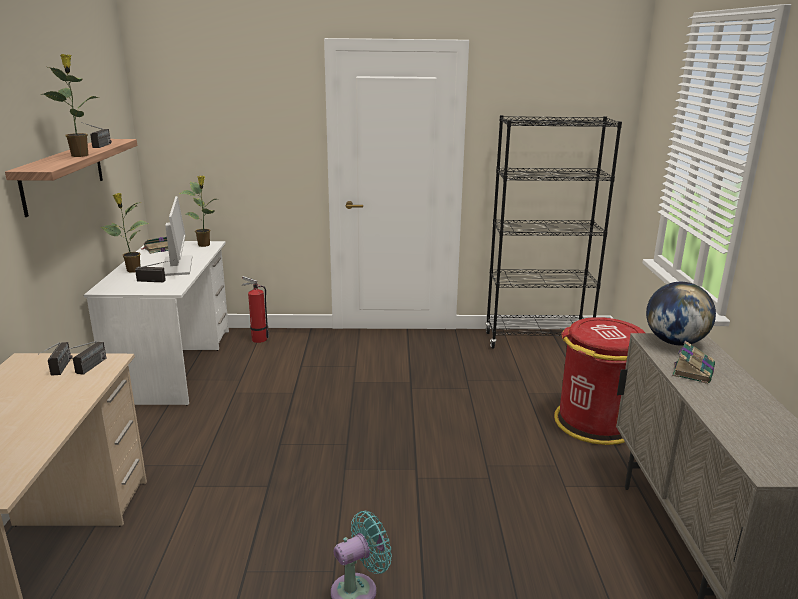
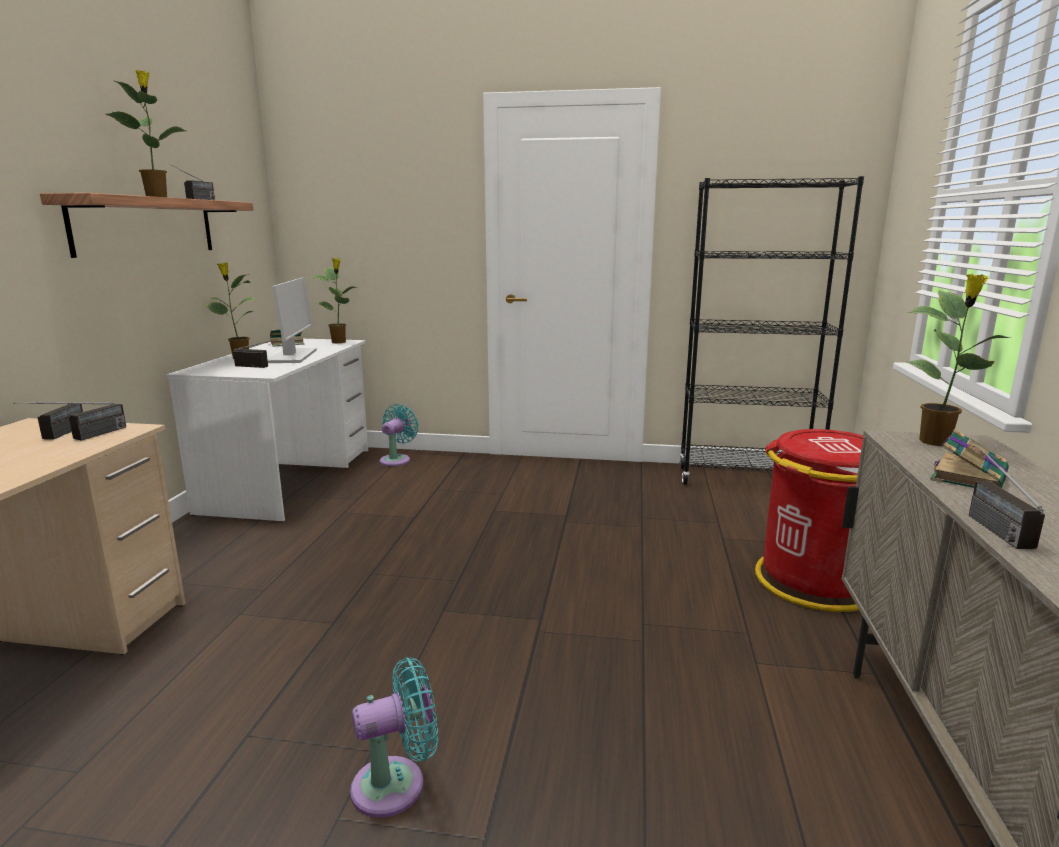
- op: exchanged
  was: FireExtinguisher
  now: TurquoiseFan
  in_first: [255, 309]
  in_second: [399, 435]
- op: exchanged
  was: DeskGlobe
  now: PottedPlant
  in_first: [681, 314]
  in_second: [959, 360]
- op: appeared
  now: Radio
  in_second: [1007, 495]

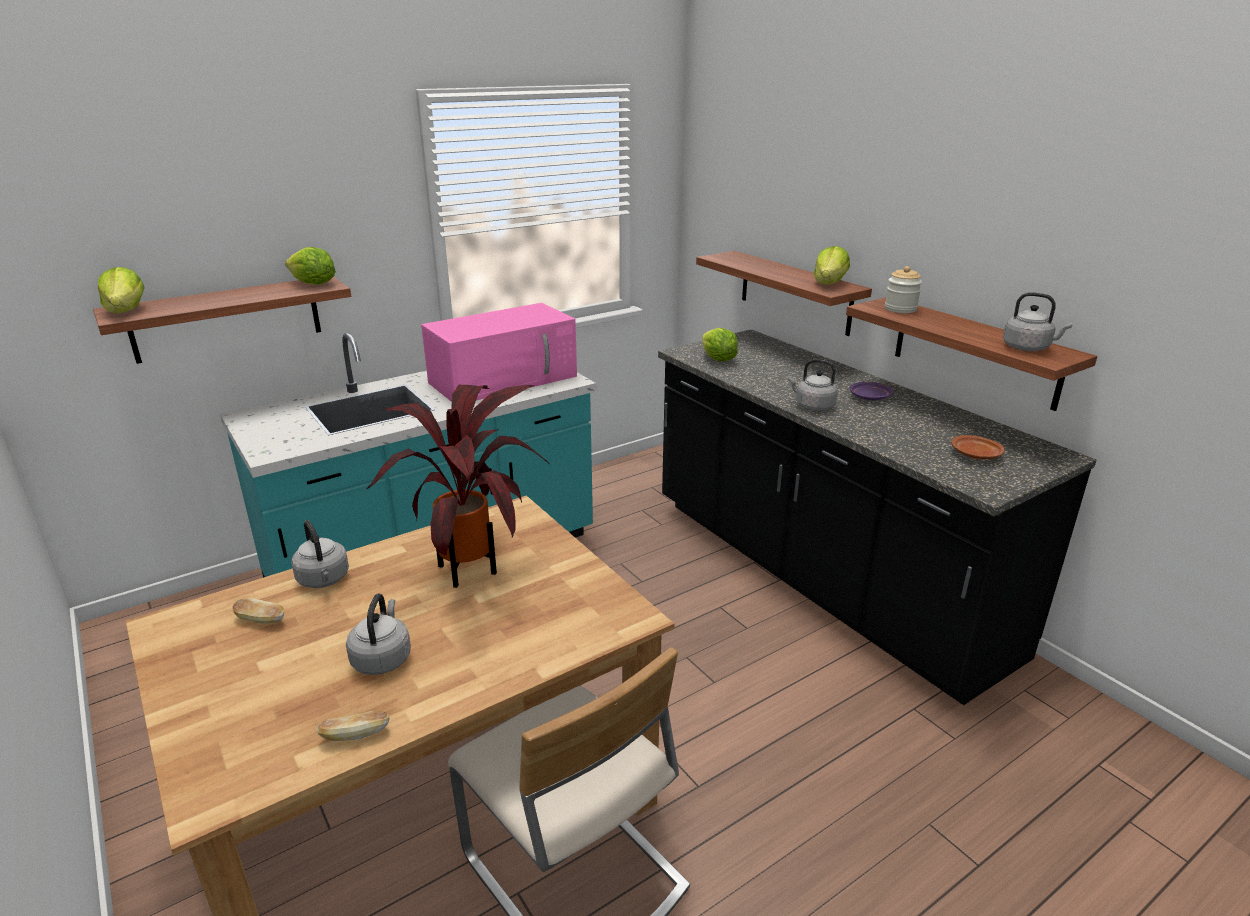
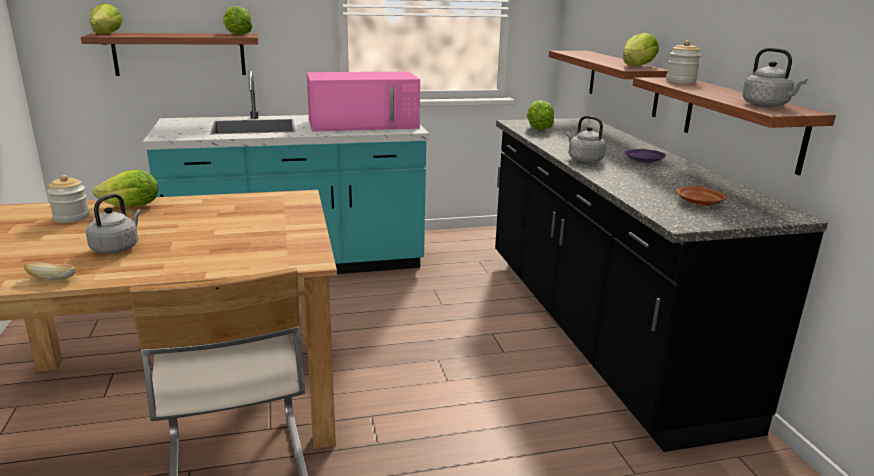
- op: exchanged
  was: BakedBread
  now: PreserveJar
  in_first: [258, 611]
  in_second: [68, 199]
- op: exchanged
  was: GreyKettle
  now: HeadOfLettuce
  in_first: [320, 554]
  in_second: [126, 188]
- op: missing
  was: PottedPlant
  in_first: [458, 486]

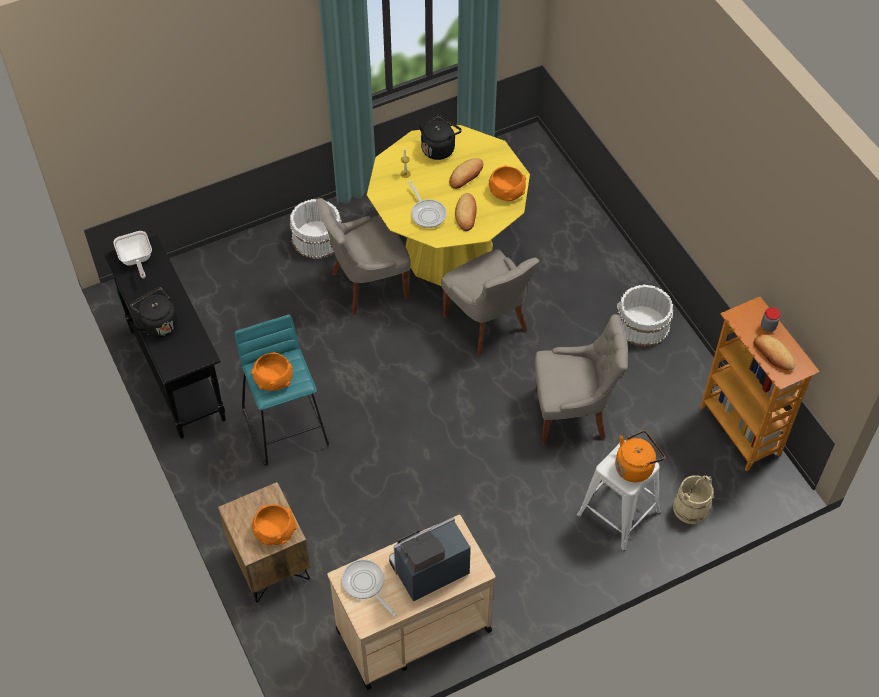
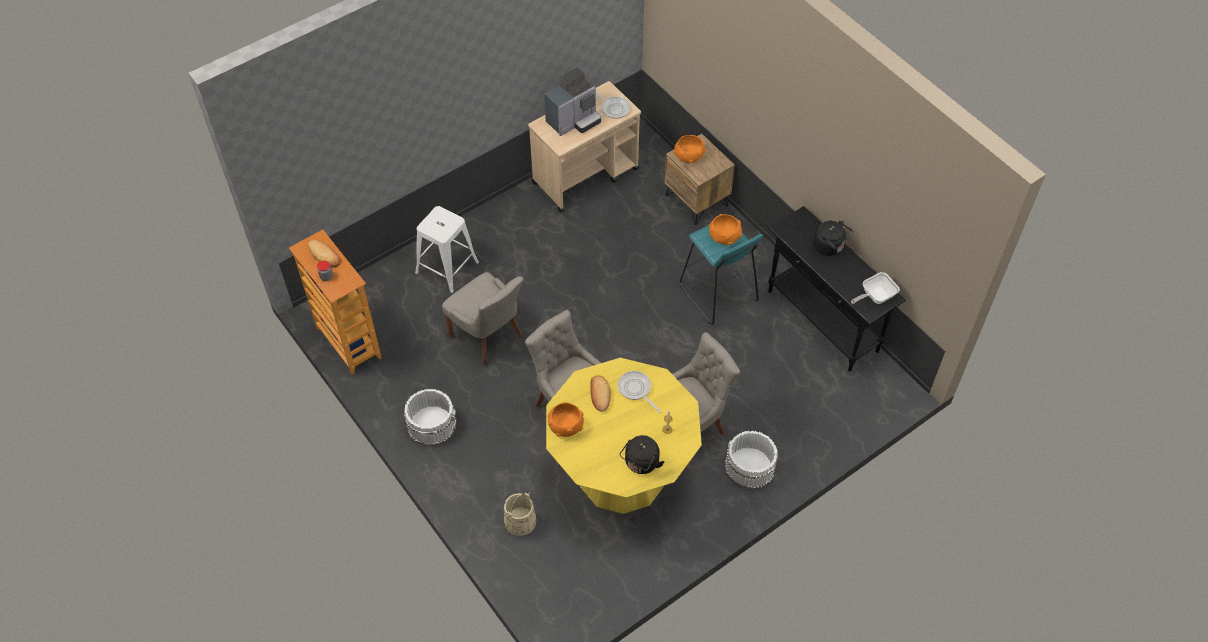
- op: spun
  was: Skillet
  in_first: [132, 254]
  in_second: [875, 288]
  clockwise: -90
- op: missing
  was: BakedBread
  in_first: [466, 173]
- op: spun
  was: GreyPlainChair
  in_first: [581, 379]
  in_second: [483, 318]
  clockwise: -120
- op: missing
  was: OrangeyKettle
  in_first: [640, 456]
- op: relocated
  was: SandColouredPail
  in_first: [693, 499]
  in_second: [520, 514]

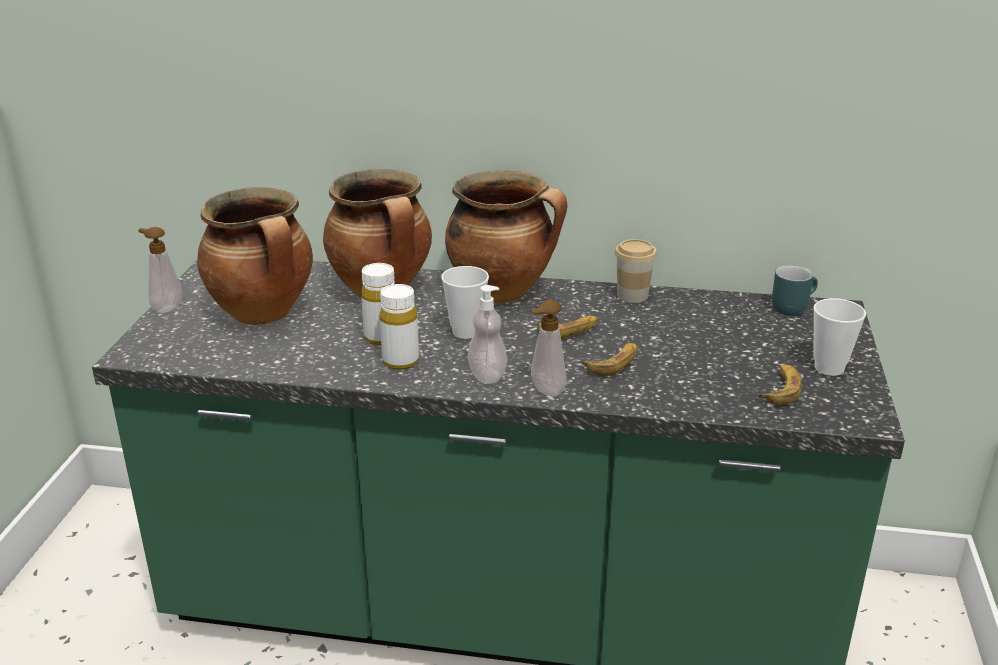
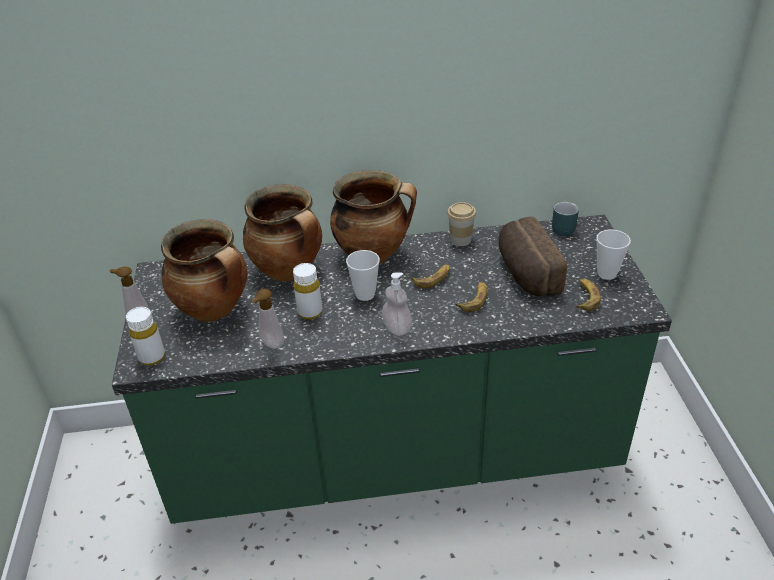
- op: relocated
  was: WhitishBottle
  in_first: [399, 327]
  in_second: [145, 336]
- op: relocated
  was: SoapBottle
  in_first: [548, 348]
  in_second: [268, 319]
- op: appeared
  now: BakedBread
  in_second: [532, 256]

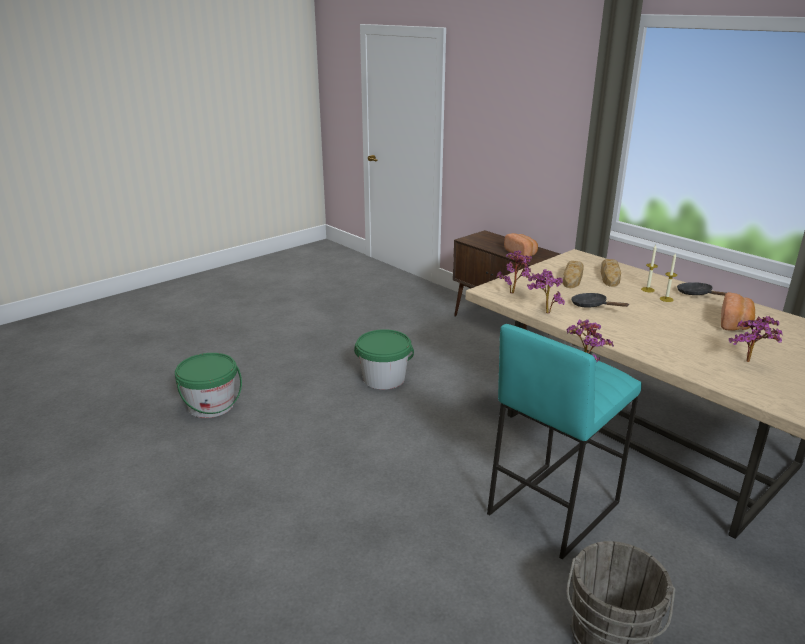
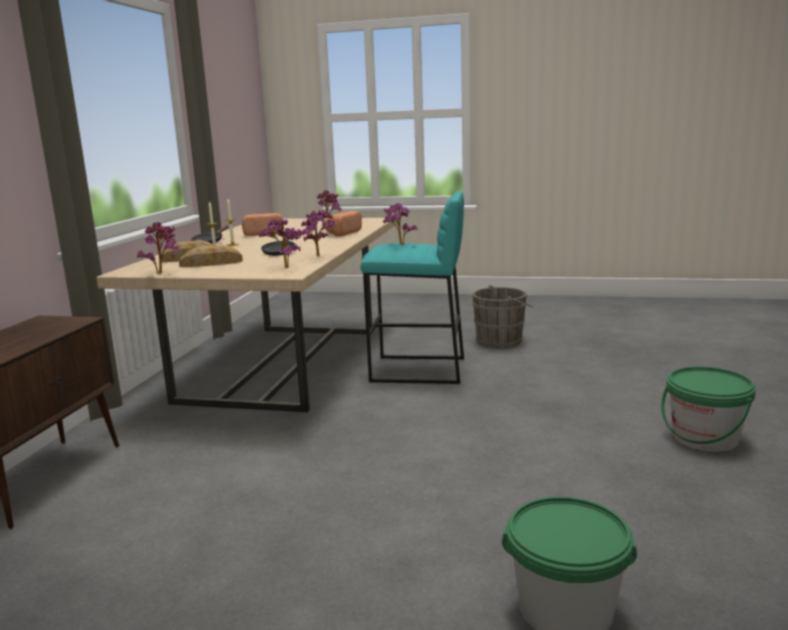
- op: relocated
  was: GreenColouredPail
  in_first: [384, 359]
  in_second: [708, 409]
- op: relocated
  was: BakedBread
  in_first: [521, 245]
  in_second: [343, 223]
- op: appeared
  now: PottedPlant
  in_second: [158, 248]

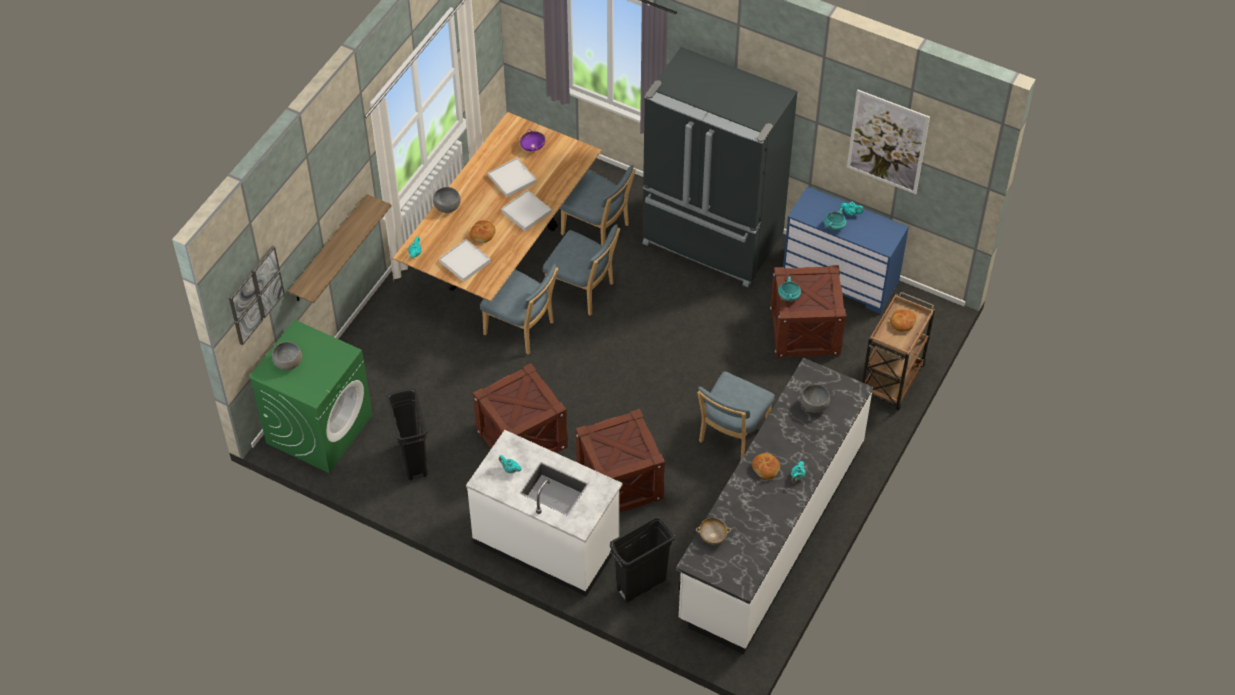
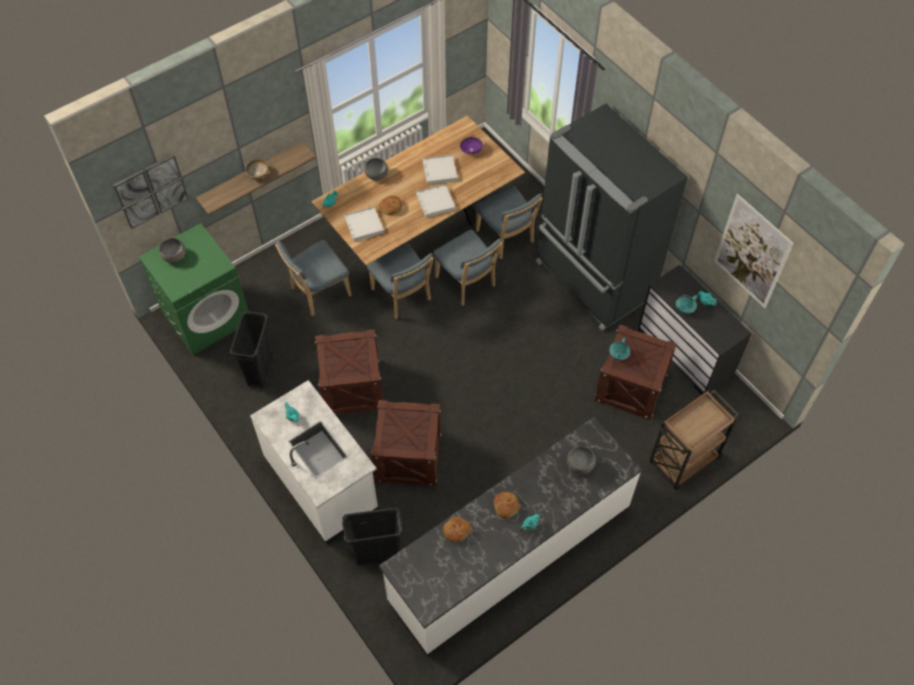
- op: relocated
  was: SandColouredServingBowl
  in_first: [713, 531]
  in_second: [257, 169]
- op: relocated
  was: BluePlainChair
  in_first: [736, 415]
  in_second: [313, 278]
- op: colour
  was: BlueChestOfDrawers
  now: BlackColouredChestOfDrawers
  in_first: [846, 250]
  in_second: [695, 330]
- op: relocated
  was: BakedBread
  in_first: [903, 320]
  in_second: [457, 529]

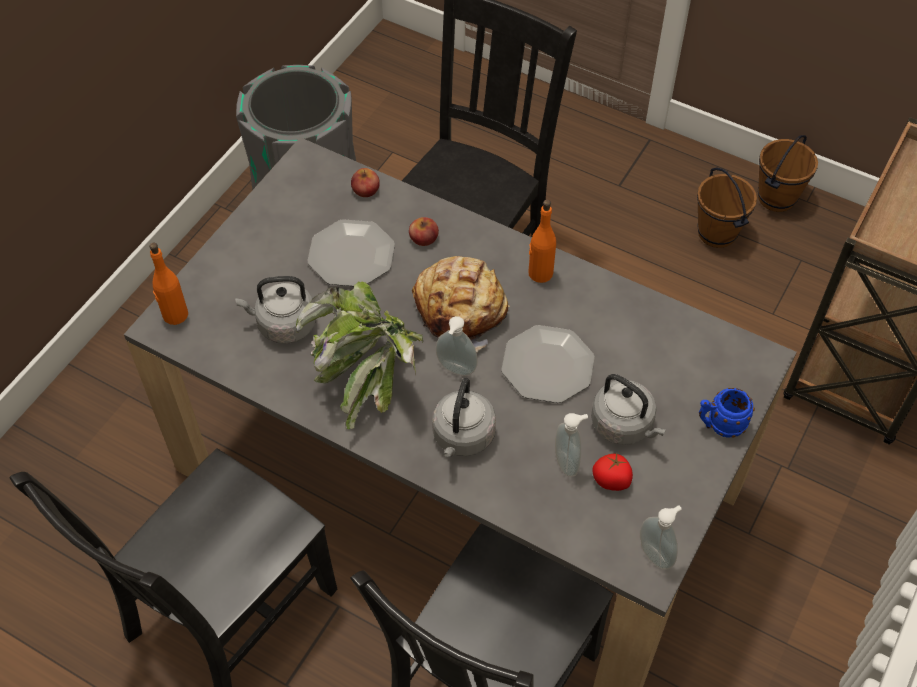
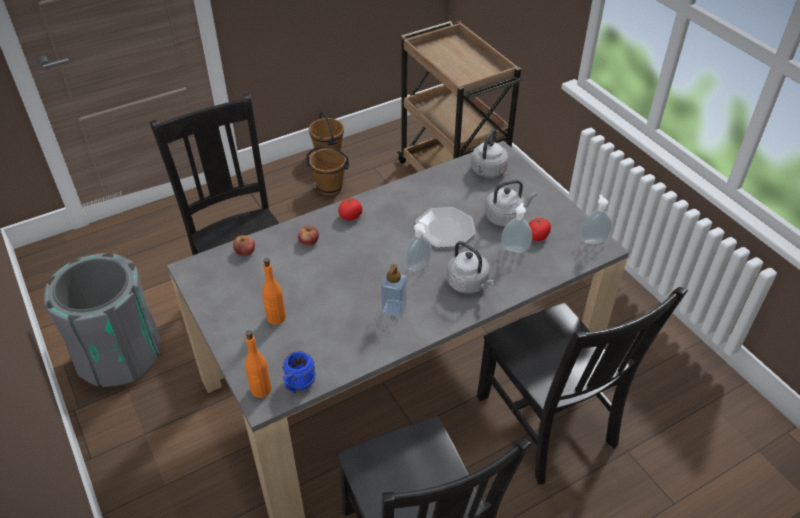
- op: relocated
  was: GreyKettle
  in_first: [275, 310]
  in_second: [489, 153]
- op: exchanged
  was: PottedPlant
  now: SoapBottle
  in_first: [359, 355]
  in_second: [394, 290]
- op: missing
  was: FlatDish
  in_first: [351, 252]
- op: missing
  was: BakedBread
  in_first: [461, 304]
- op: relocated
  was: OrangeyBottle
  in_first: [542, 241]
  in_second: [274, 291]
- op: relocated
  was: BlueMug
  in_first: [727, 413]
  in_second: [299, 372]
- op: appeared
  now: Tomato
  in_second: [350, 209]

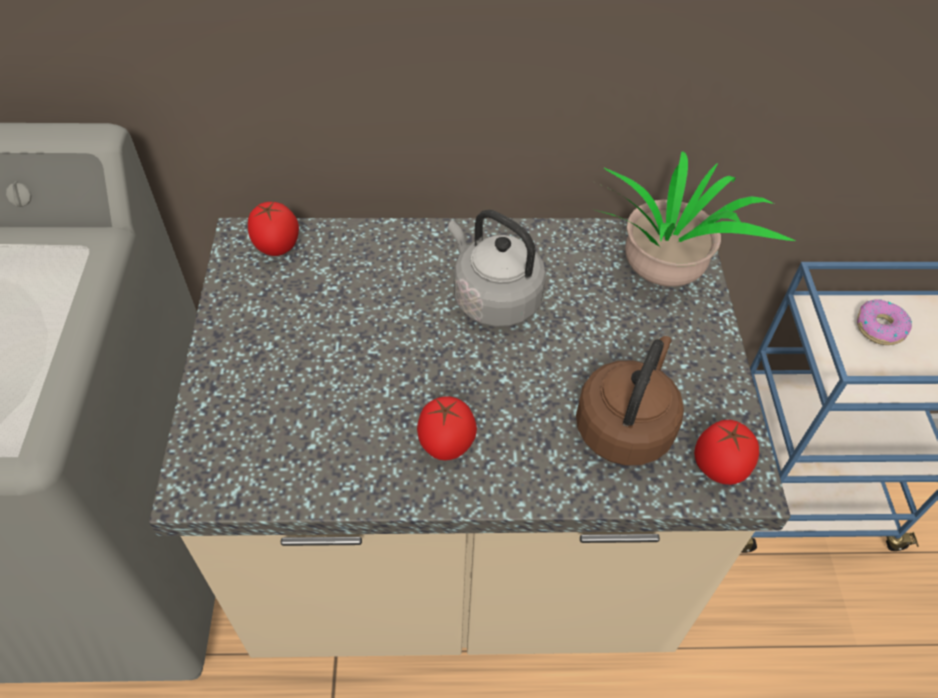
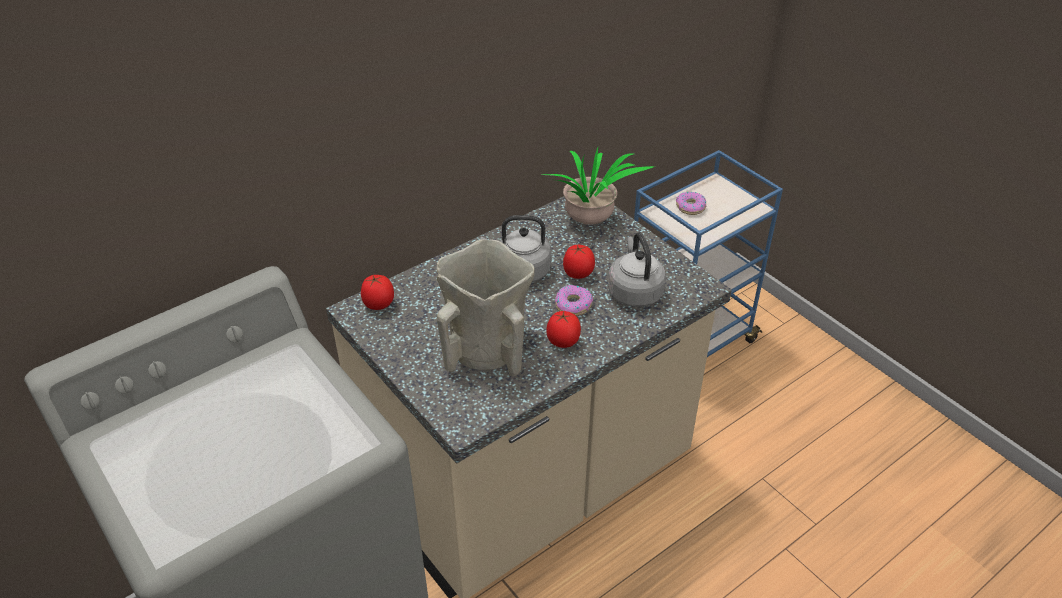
- op: colour
  was: BrownKettle
  now: GreyKettle
  in_first: [630, 401]
  in_second: [637, 270]
- op: relocated
  was: Tomato
  in_first: [726, 452]
  in_second: [579, 262]
- op: appeared
  now: SandColouredDecorativeVase
  in_second: [486, 307]
- op: appeared
  now: RingDoughnut
  in_second: [574, 300]

